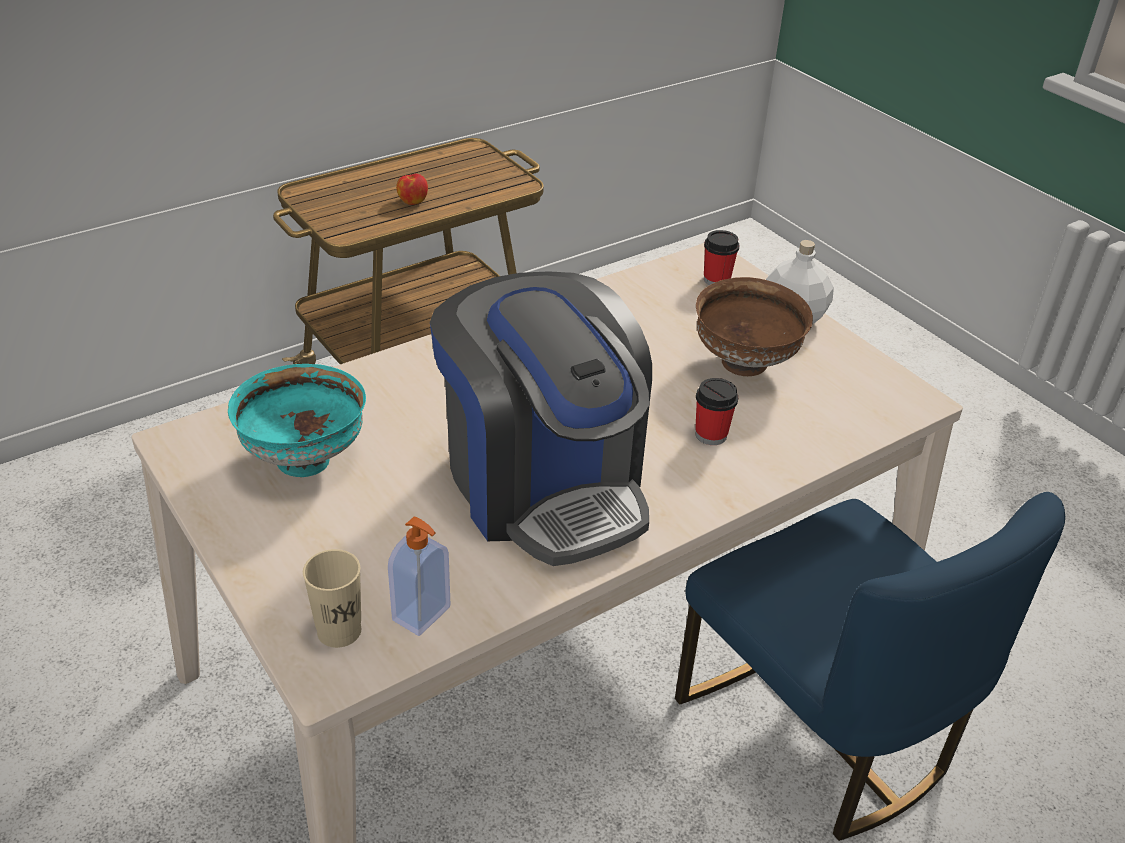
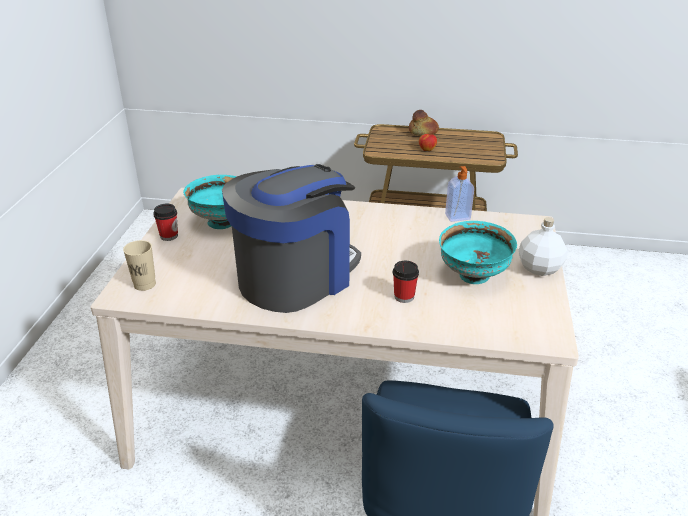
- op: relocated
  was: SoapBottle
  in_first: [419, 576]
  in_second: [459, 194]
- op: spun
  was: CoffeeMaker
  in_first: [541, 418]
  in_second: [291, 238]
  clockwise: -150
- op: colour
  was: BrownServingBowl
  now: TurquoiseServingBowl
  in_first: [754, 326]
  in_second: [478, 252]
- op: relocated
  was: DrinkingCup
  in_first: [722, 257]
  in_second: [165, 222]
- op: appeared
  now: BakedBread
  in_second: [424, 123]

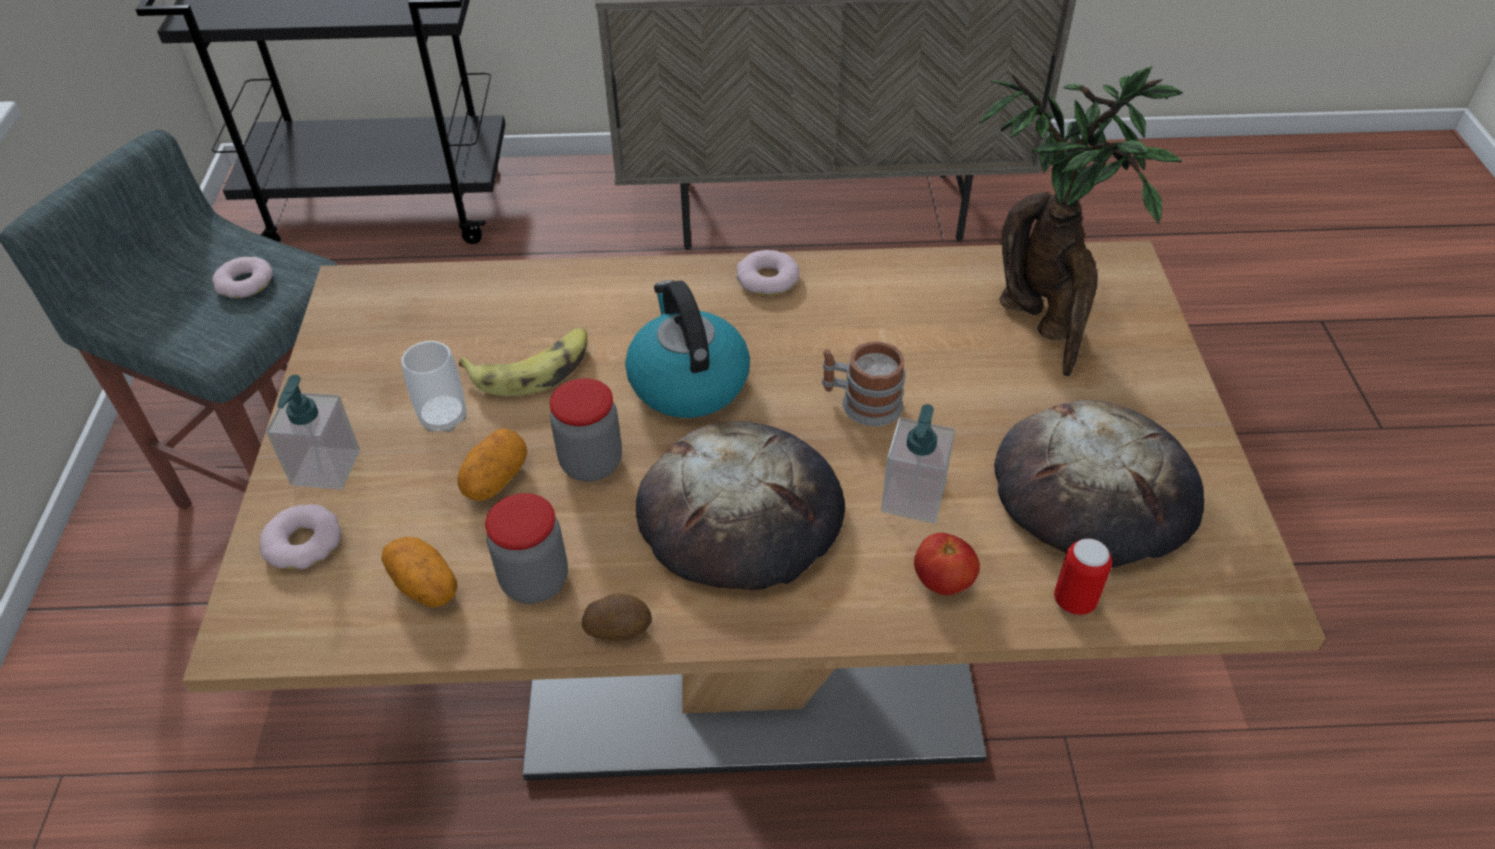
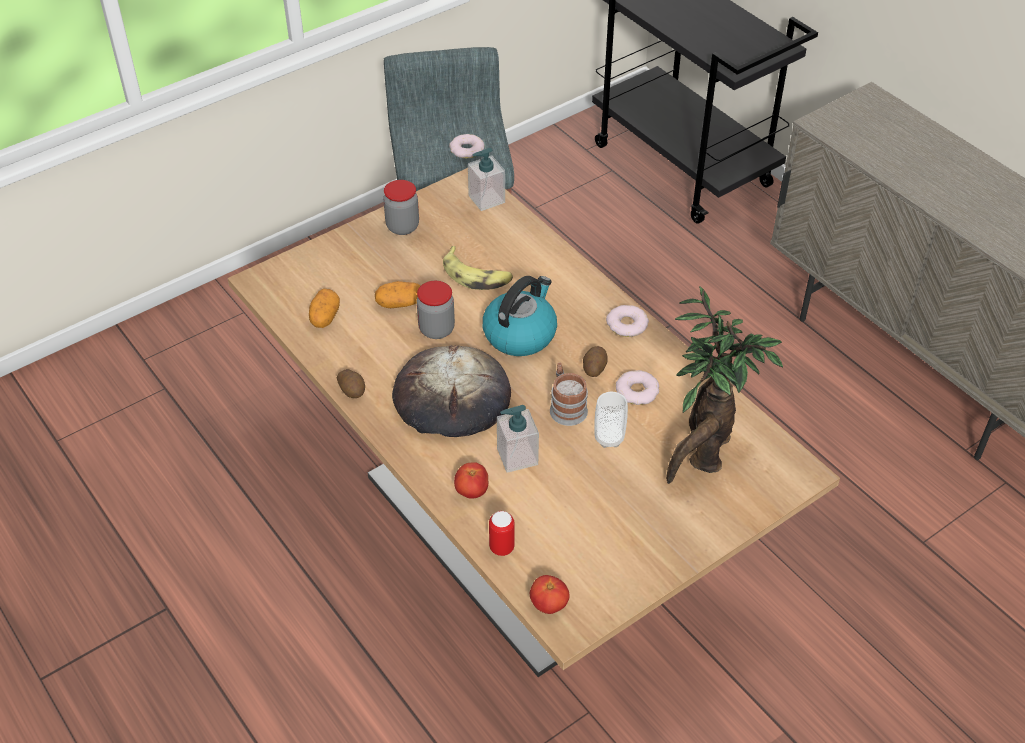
- op: relocated
  was: RingDoughnut
  in_first: [300, 536]
  in_second: [637, 387]
- op: relocated
  was: SoapBottle
  in_first: [313, 432]
  in_second: [486, 179]
- op: relocated
  was: DrinkingCup
  in_first: [433, 386]
  in_second: [611, 419]
- op: relocated
  was: PreserveJar
  in_first: [526, 548]
  in_second: [401, 207]
- op: missing
  was: BakedBread
  in_first: [1099, 484]
- op: appeared
  now: Tomato
  in_second: [550, 594]
- op: appeared
  now: Potato
  in_second: [595, 361]

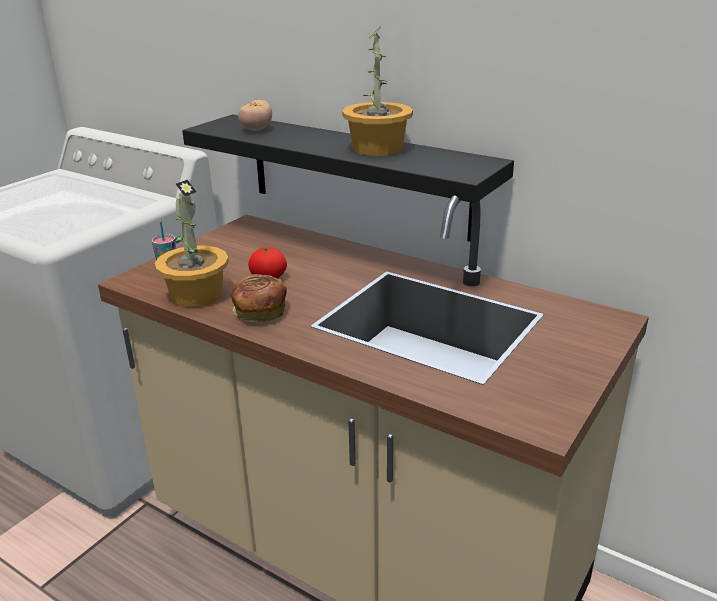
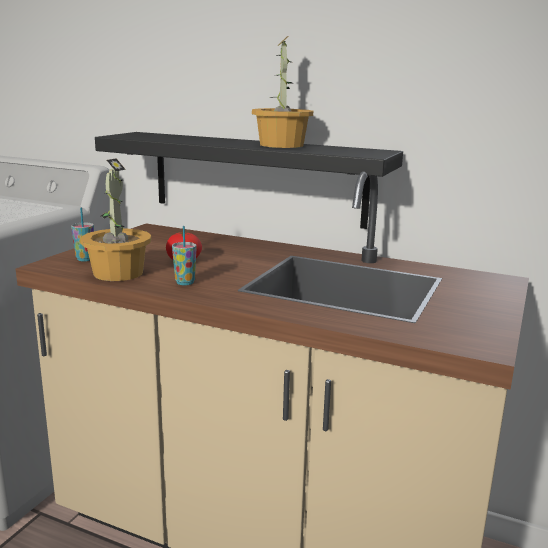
- op: exchanged
  was: BakedBread
  now: DrinkingCup
  in_first: [259, 298]
  in_second: [184, 255]
- op: missing
  was: Tomato
  in_first: [255, 115]

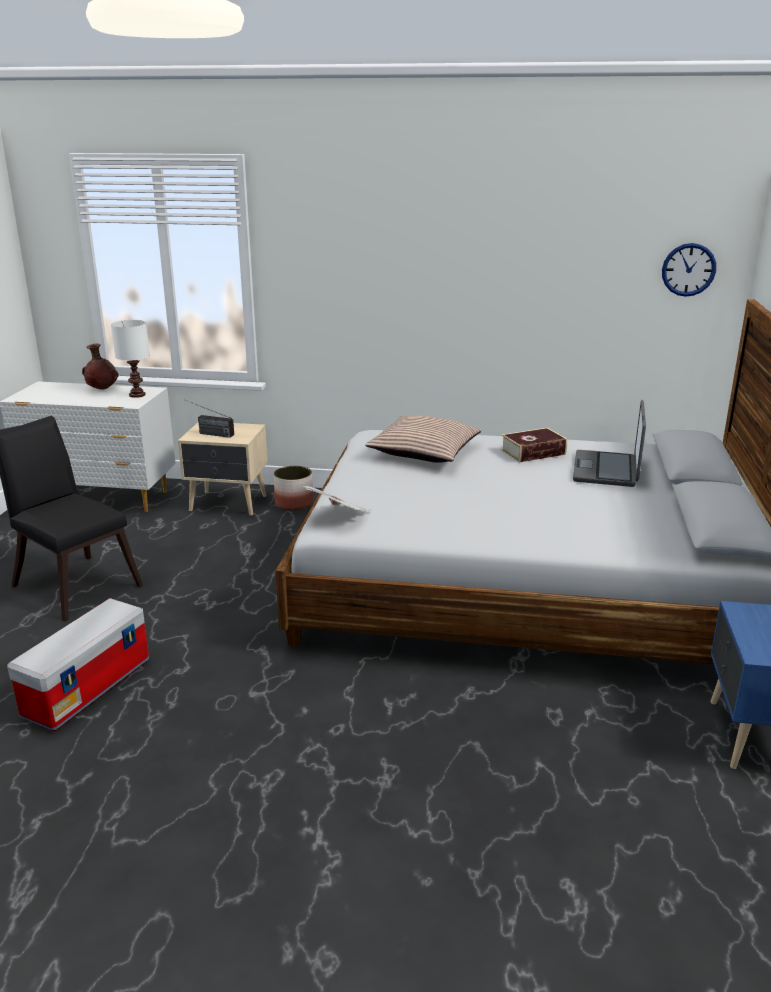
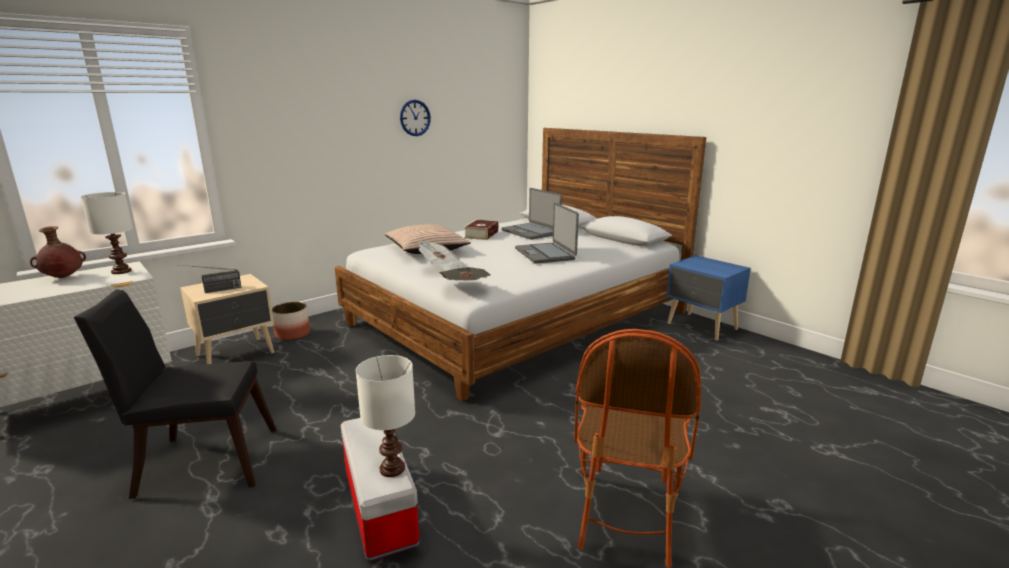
- op: relocated
  was: HangingClock
  in_first: [689, 270]
  in_second: [415, 118]
- op: appeared
  now: WhitishLampForATable
  in_second: [385, 416]
- op: appeared
  now: Newspaper
  in_second: [441, 255]
- op: appeared
  now: PortableComputer
  in_second: [547, 233]
- op: appeared
  now: Armchair
  in_second: [637, 448]

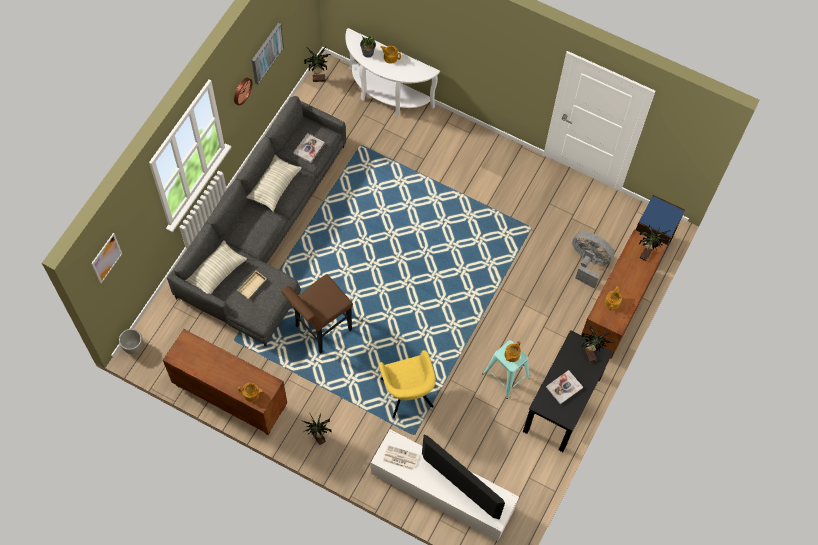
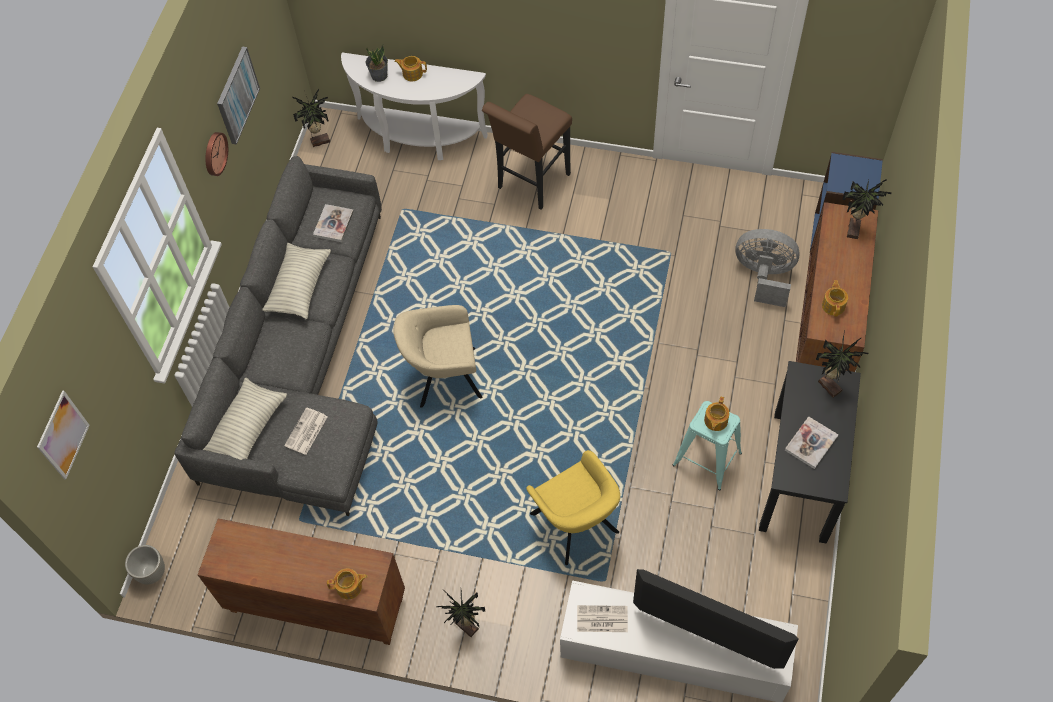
- op: exchanged
  was: SandColouredTray
  now: Newspaper
  in_first: [252, 284]
  in_second: [306, 431]
- op: relocated
  was: BrownStool
  in_first: [317, 314]
  in_second: [527, 152]
- op: appeared
  now: SandColouredArmchair
  in_second: [438, 356]

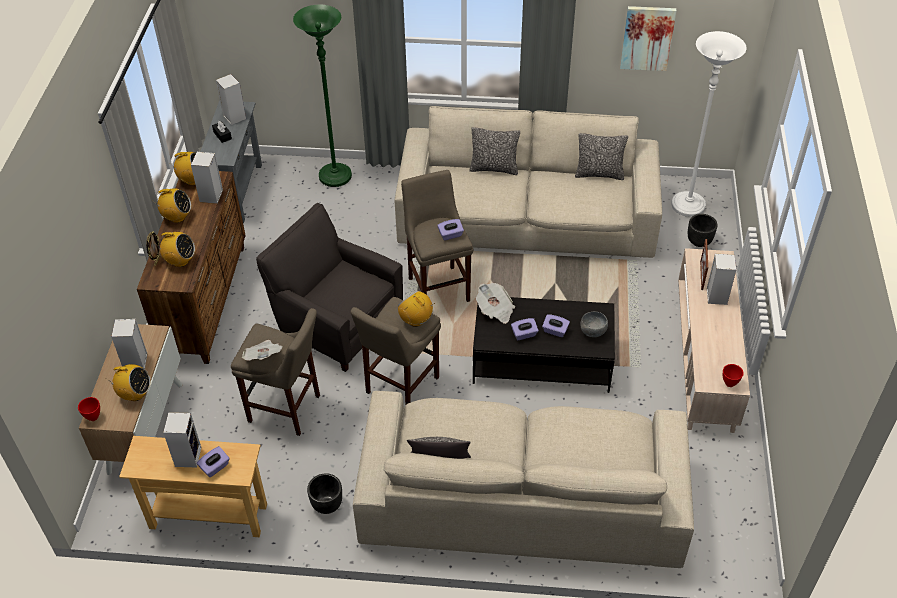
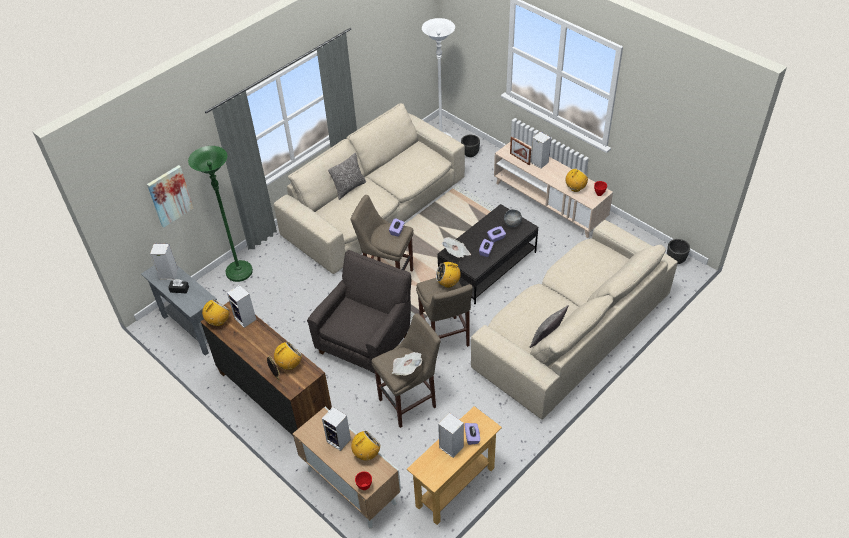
- op: relocated
  was: Radio
  in_first: [174, 205]
  in_second: [577, 180]
- op: spun
  was: GreyArmchair
  in_first: [329, 287]
  in_second: [359, 311]
  clockwise: 135
- op: relocated
  was: BlackColouredFlowerPot
  in_first: [324, 493]
  in_second: [678, 251]
- op: missing
  was: Pillow
  in_first: [601, 156]
- op: relocated
  was: WallPicture
  in_first: [648, 38]
  in_second: [170, 196]

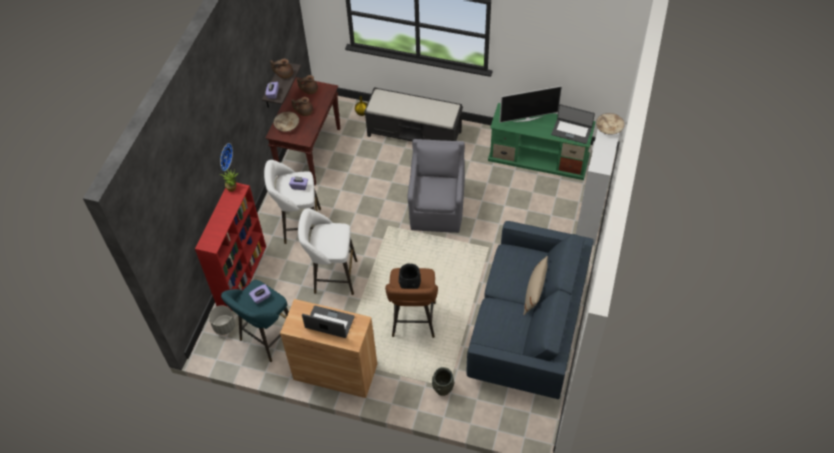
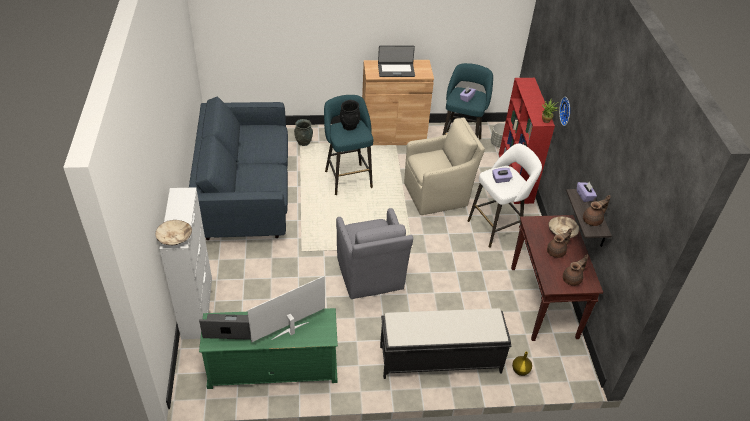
- op: exchanged
  was: WhitishStool
  now: SandColouredArmchair
  in_first: [327, 251]
  in_second: [444, 166]
- op: colour
  was: BrownStool
  now: TurquoiseStool
  in_first: [411, 303]
  in_second: [348, 145]
- op: missing
  was: SandColouredPillow
  in_first: [535, 285]

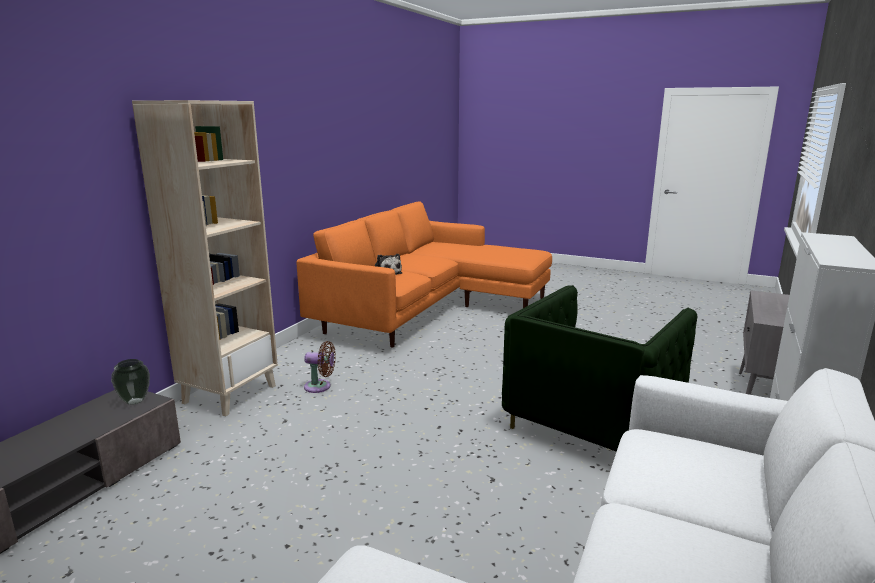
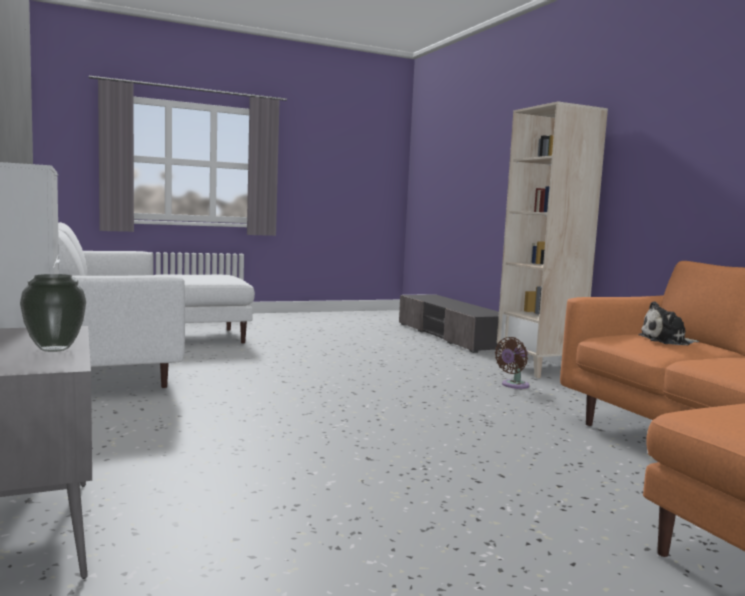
- op: relocated
  was: DecorativeVase
  in_first: [130, 382]
  in_second: [53, 313]
- op: missing
  was: GreenColouredArmchair
  in_first: [599, 368]

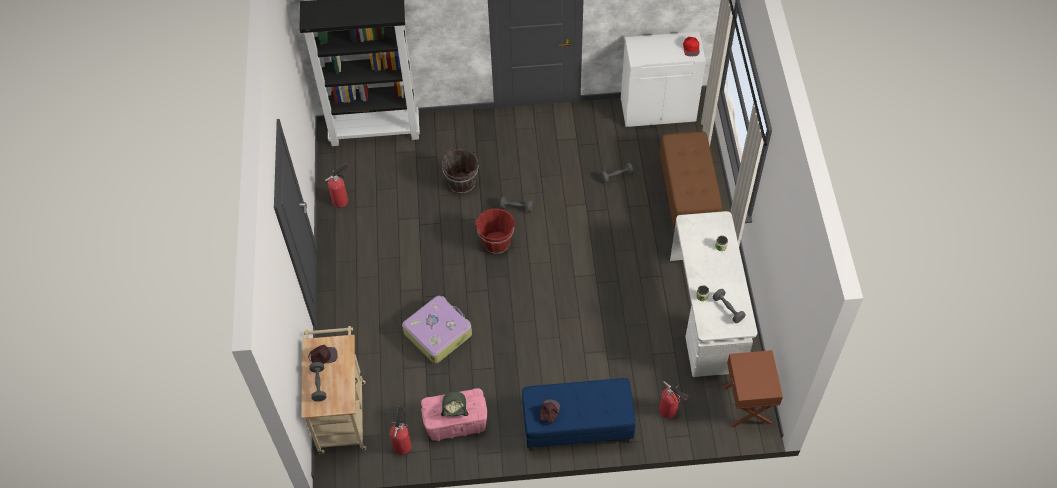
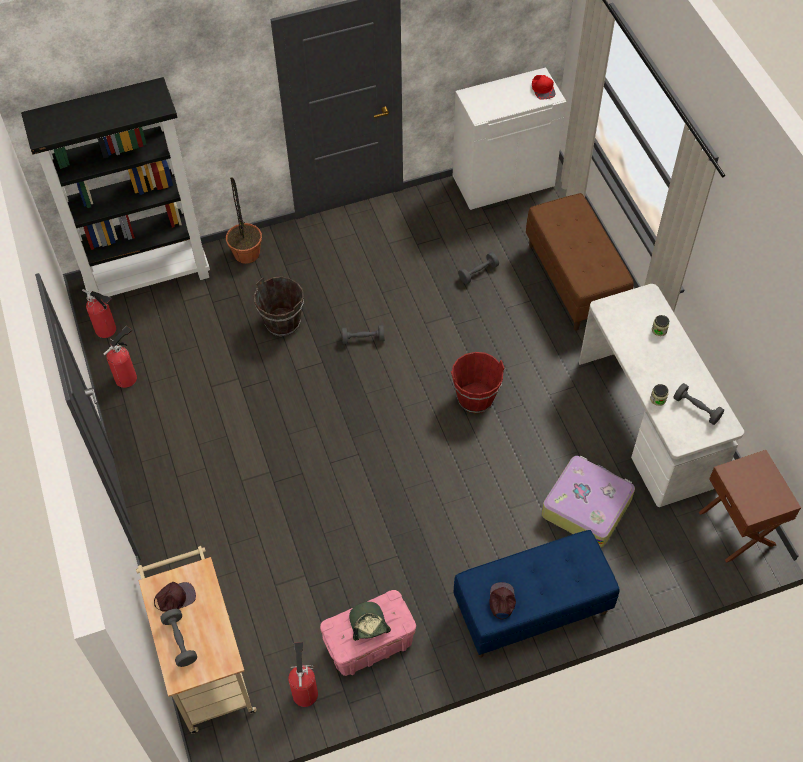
- op: relocated
  was: Suitcase
  in_first: [437, 330]
  in_second: [588, 502]
- op: relocated
  was: RedColouredPail
  in_first: [495, 231]
  in_second: [477, 382]
- op: relocated
  was: FireExtinguisher
  in_first: [674, 399]
  in_second: [99, 313]
- op: appeared
  now: PottedPlant
  in_second: [244, 220]

